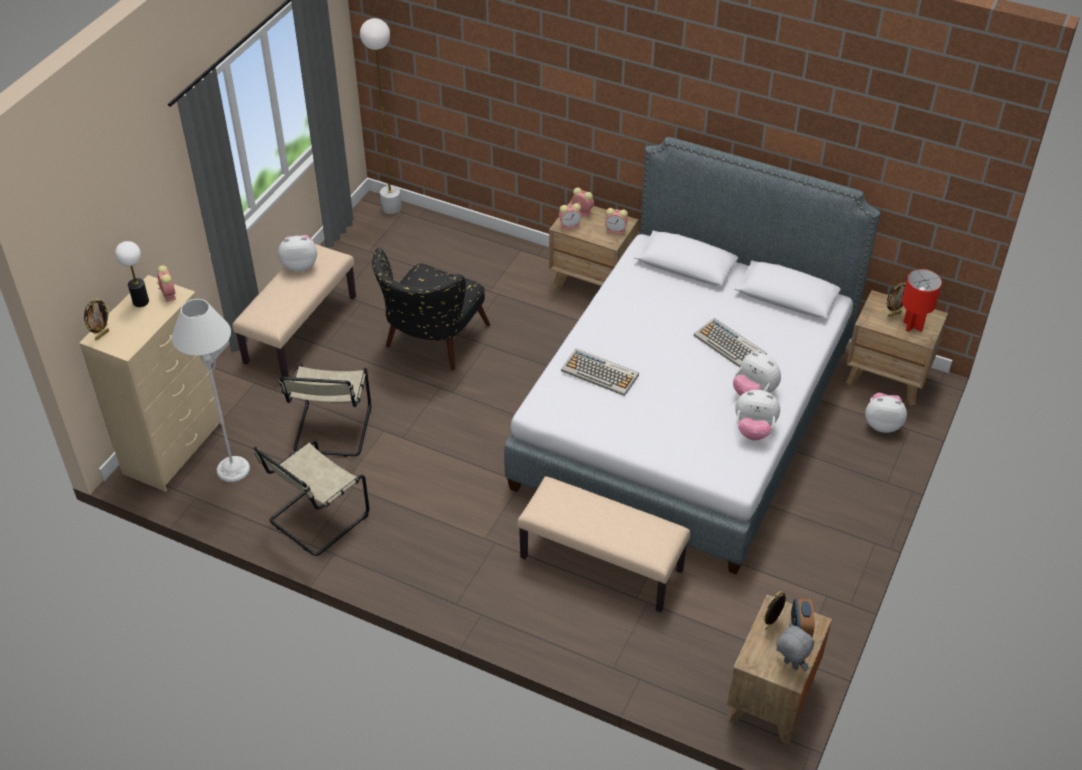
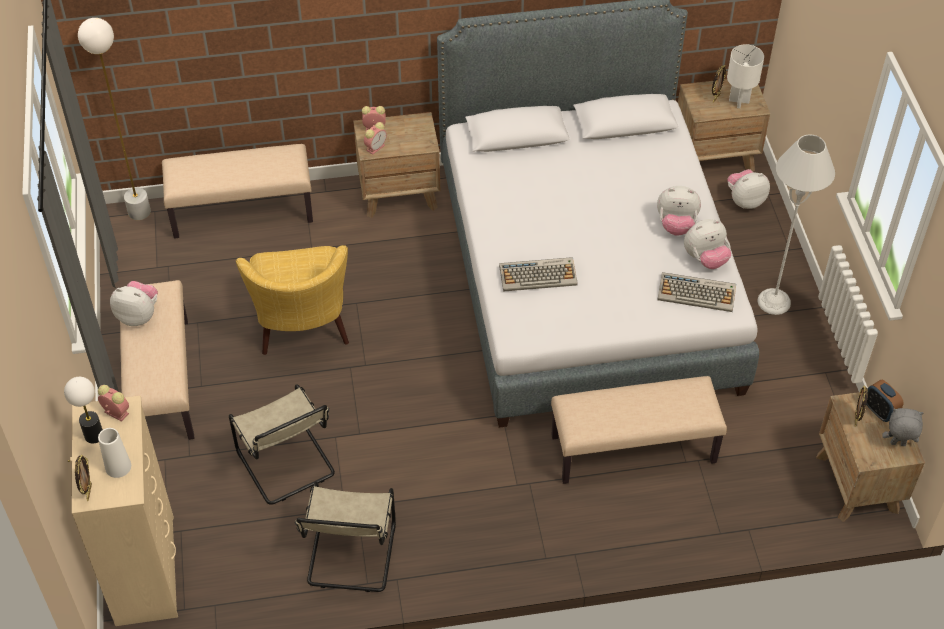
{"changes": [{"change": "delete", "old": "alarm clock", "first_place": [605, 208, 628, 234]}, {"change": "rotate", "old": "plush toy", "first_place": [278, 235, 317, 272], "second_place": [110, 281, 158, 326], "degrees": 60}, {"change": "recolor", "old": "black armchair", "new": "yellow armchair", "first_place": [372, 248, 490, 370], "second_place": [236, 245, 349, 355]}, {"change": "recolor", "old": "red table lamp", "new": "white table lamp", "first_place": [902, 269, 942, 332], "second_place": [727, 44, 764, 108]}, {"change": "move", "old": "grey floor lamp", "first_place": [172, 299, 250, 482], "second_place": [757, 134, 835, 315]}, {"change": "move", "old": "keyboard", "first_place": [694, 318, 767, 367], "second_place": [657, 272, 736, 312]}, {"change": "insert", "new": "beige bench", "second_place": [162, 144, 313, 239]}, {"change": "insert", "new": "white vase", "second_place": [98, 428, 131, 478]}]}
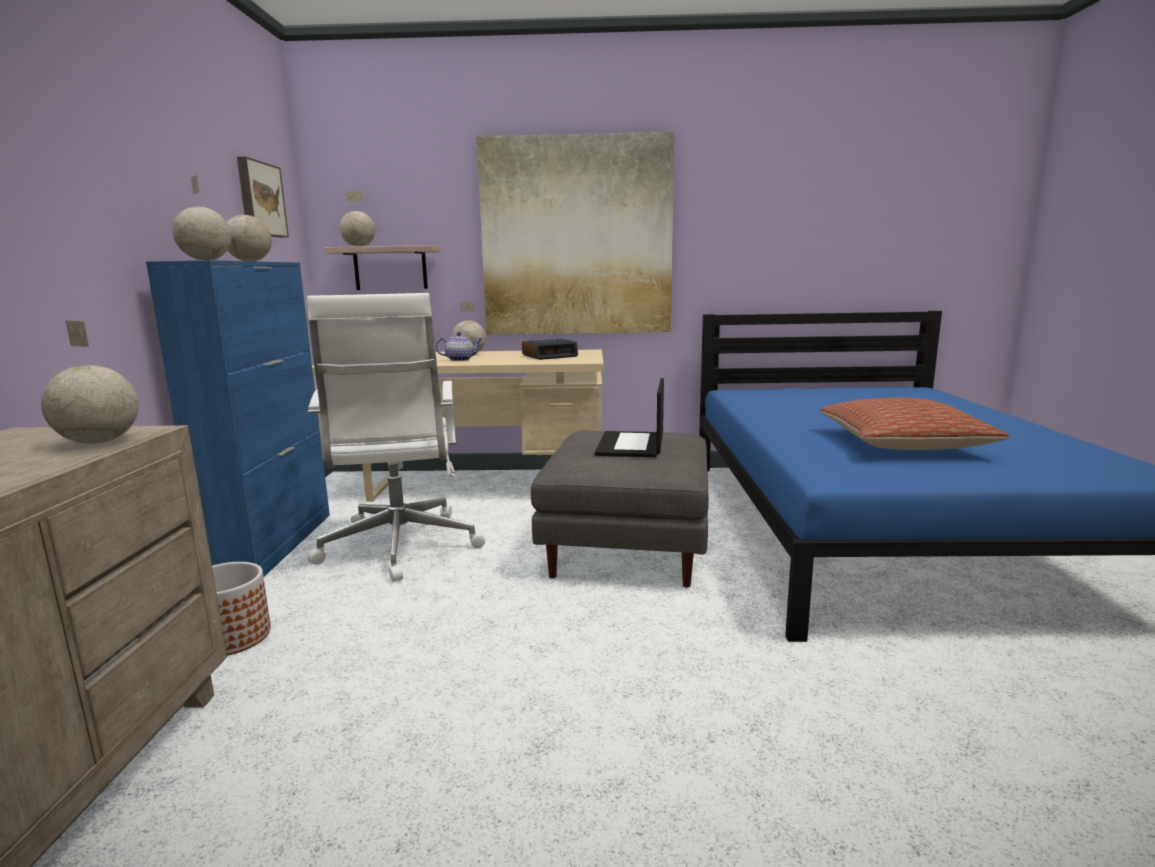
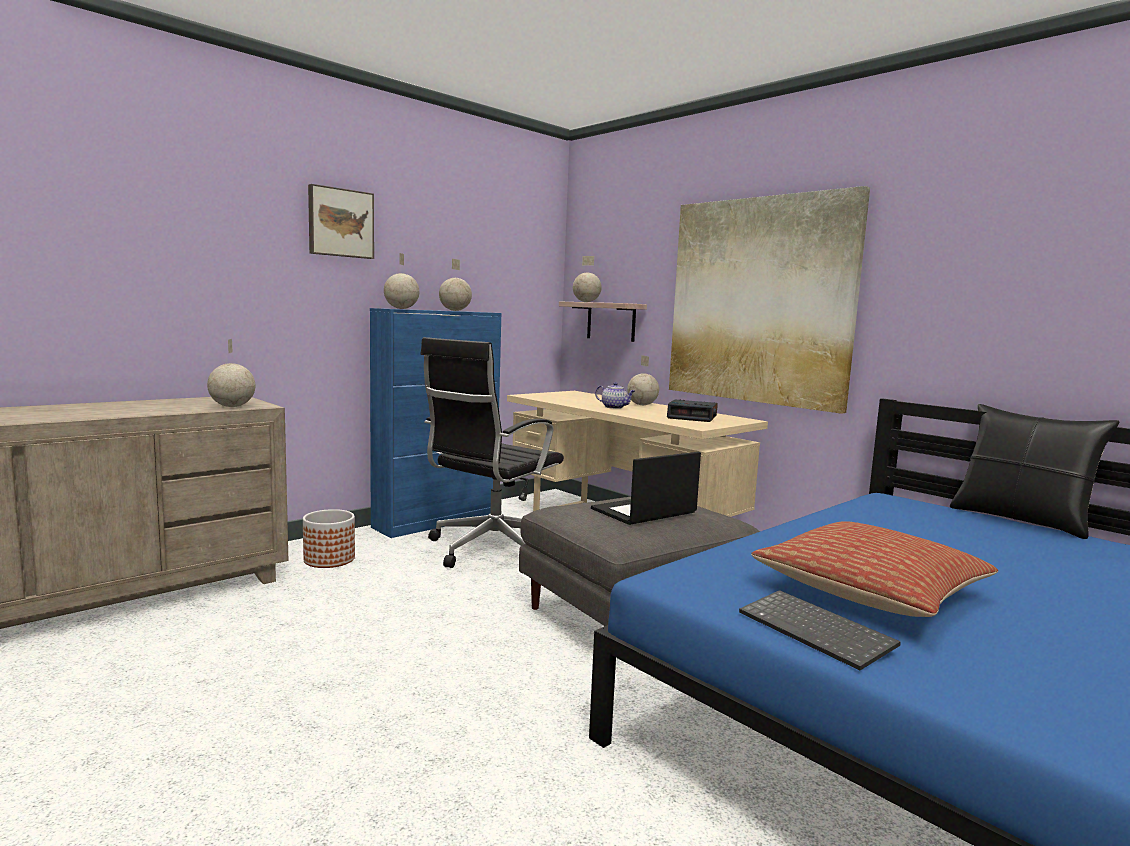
{"changes": [{"change": "move", "old": "picture", "first_place": [237, 156, 289, 237], "second_place": [308, 184, 374, 259]}, {"change": "recolor", "old": "white office chair", "new": "black office chair", "first_place": [307, 293, 485, 582], "second_place": [421, 337, 564, 568]}, {"change": "insert", "new": "black pillow", "second_place": [950, 404, 1119, 539]}, {"change": "insert", "new": "keyboard", "second_place": [739, 590, 901, 670]}]}
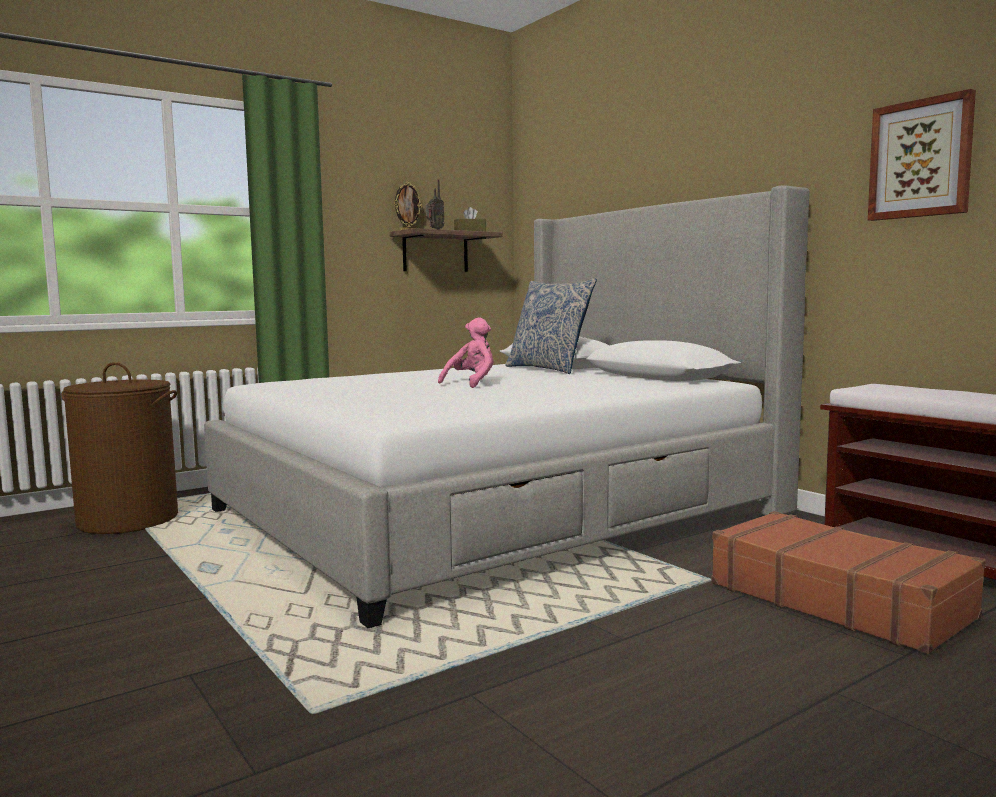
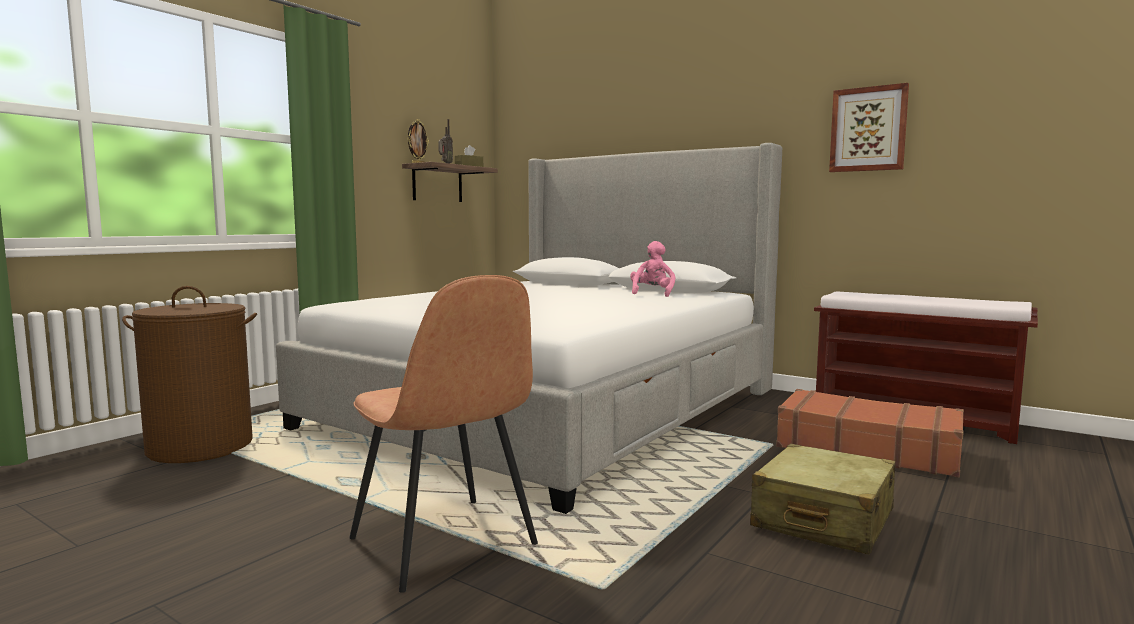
{"changes": [{"change": "delete", "old": "pillow", "first_place": [506, 278, 597, 374]}, {"change": "move", "old": "pink plush toy", "first_place": [438, 317, 493, 388], "second_place": [630, 241, 675, 297]}, {"change": "insert", "new": "brown chair", "second_place": [349, 275, 538, 593]}, {"change": "insert", "new": "beige suitcase", "second_place": [750, 444, 895, 555]}]}
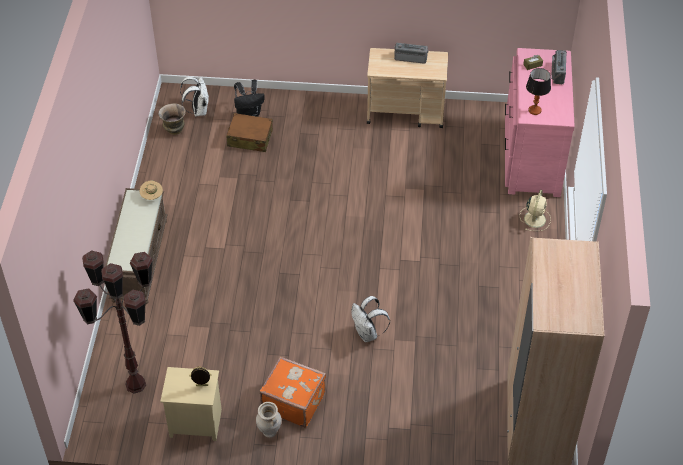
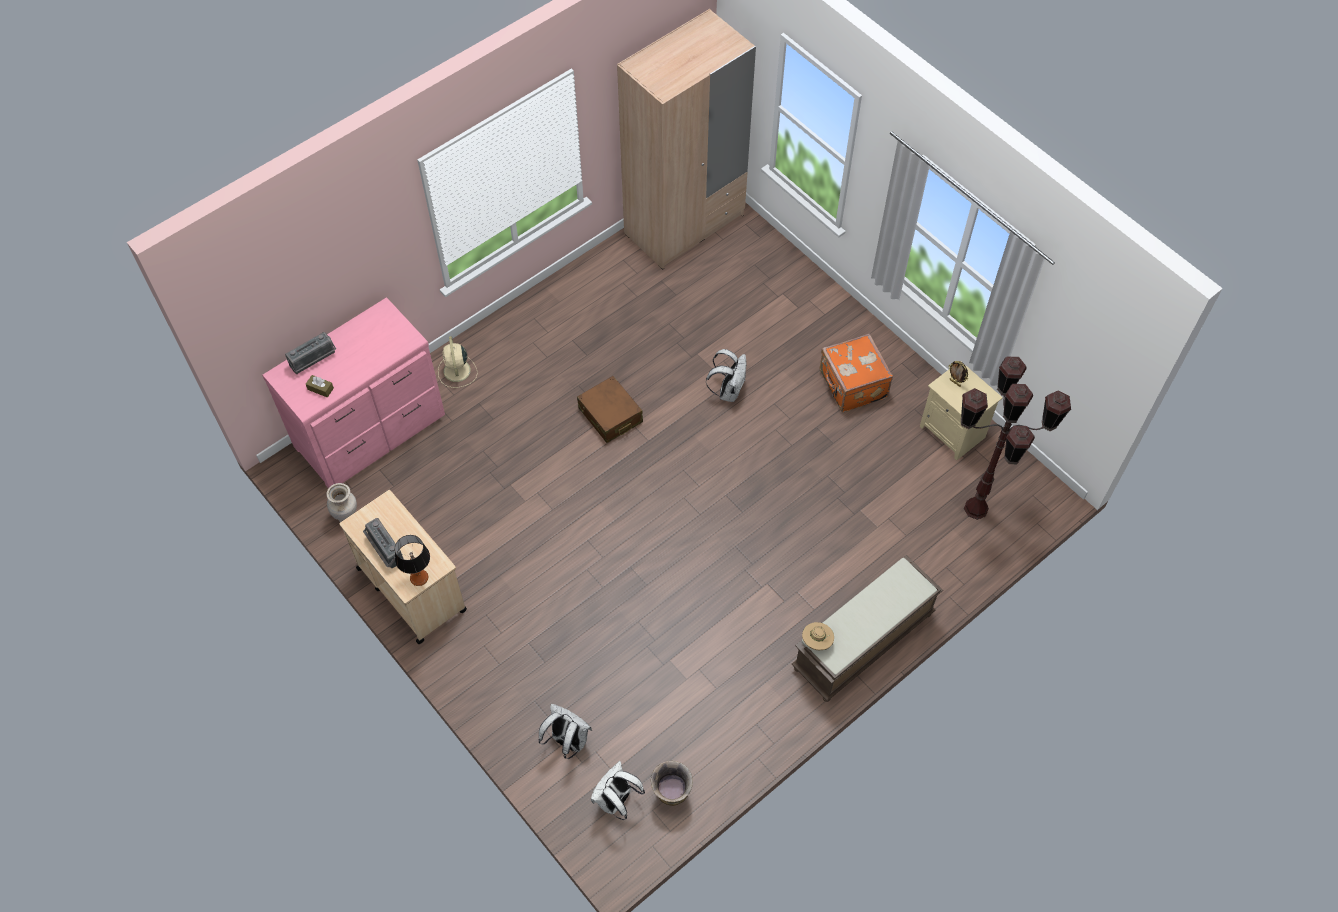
{"changes": [{"change": "move", "old": "table lamp", "first_place": [526, 68, 551, 115], "second_place": [395, 535, 430, 586]}, {"change": "recolor", "old": "black backpack", "new": "white backpack", "first_place": [234, 80, 265, 117], "second_place": [538, 704, 592, 759]}, {"change": "move", "old": "brown suitcase", "first_place": [227, 113, 273, 152], "second_place": [577, 376, 643, 443]}, {"change": "rotate", "old": "beige fan", "first_place": [520, 189, 551, 231], "second_place": [438, 336, 478, 388], "degrees": -75}, {"change": "move", "old": "beige vase", "first_place": [256, 402, 282, 438], "second_place": [327, 483, 357, 522]}]}
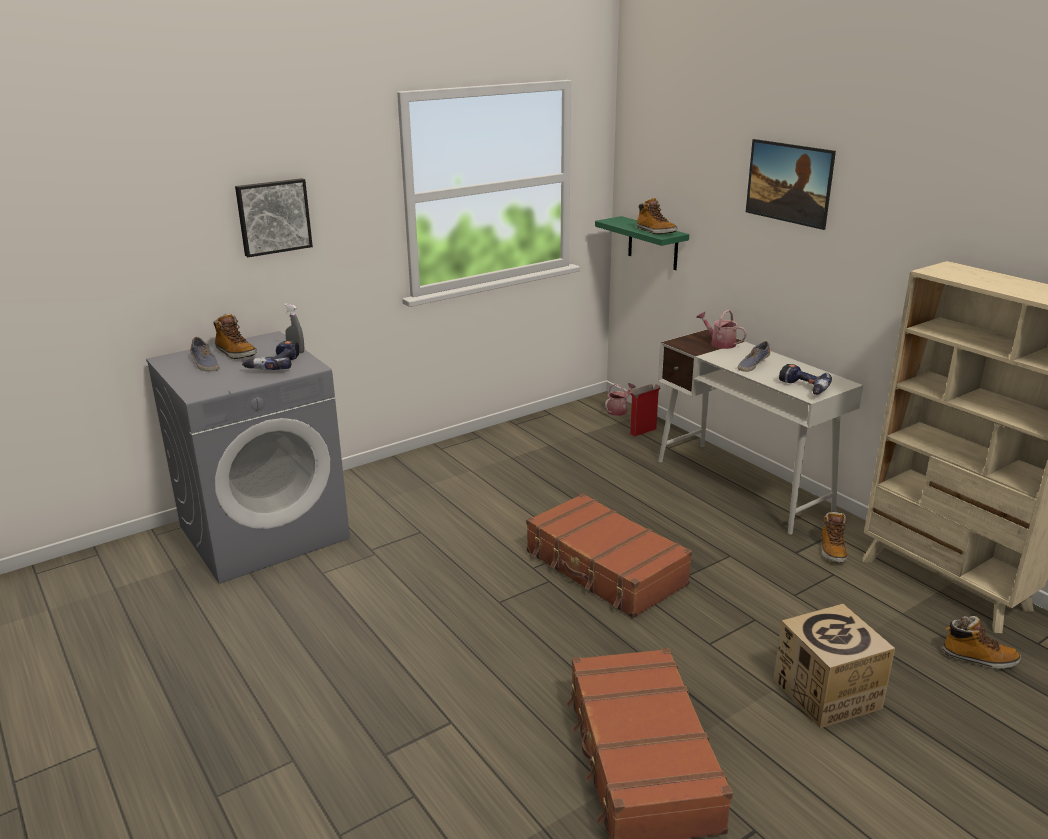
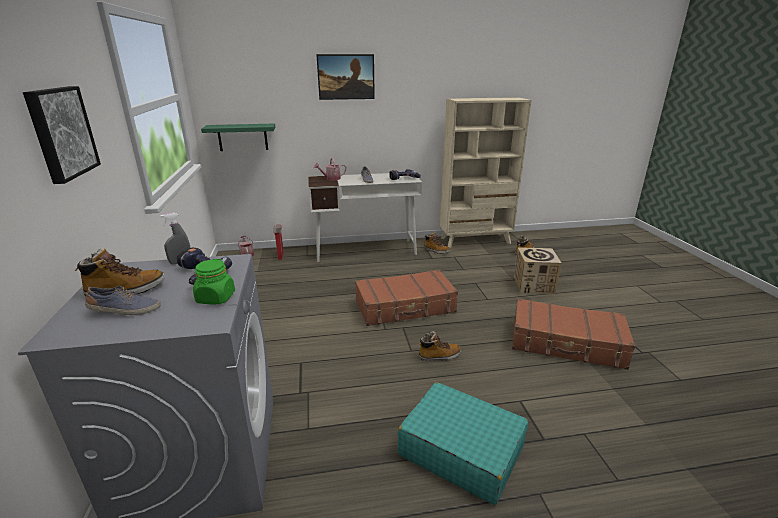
{"changes": [{"change": "move", "old": "boot", "first_place": [636, 198, 677, 234], "second_place": [419, 331, 461, 361]}, {"change": "insert", "new": "green jar", "second_place": [193, 259, 235, 304]}, {"change": "insert", "new": "turquoise suitcase", "second_place": [398, 382, 529, 505]}]}
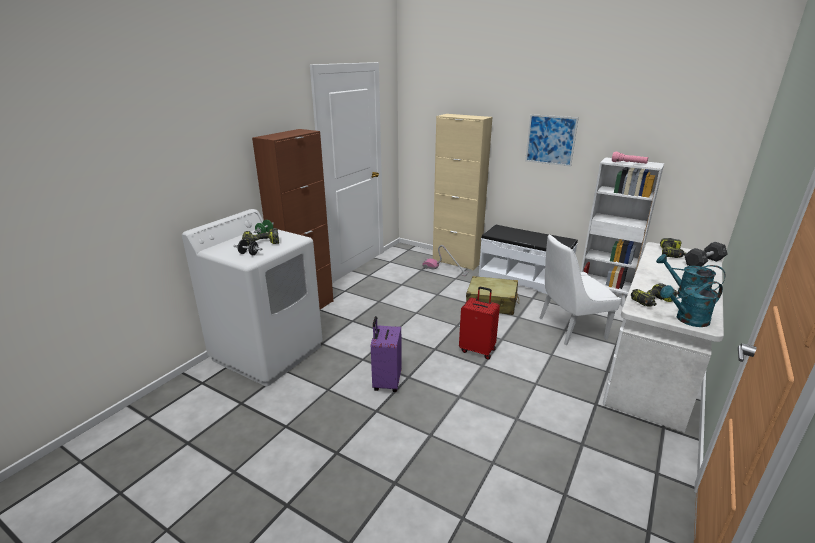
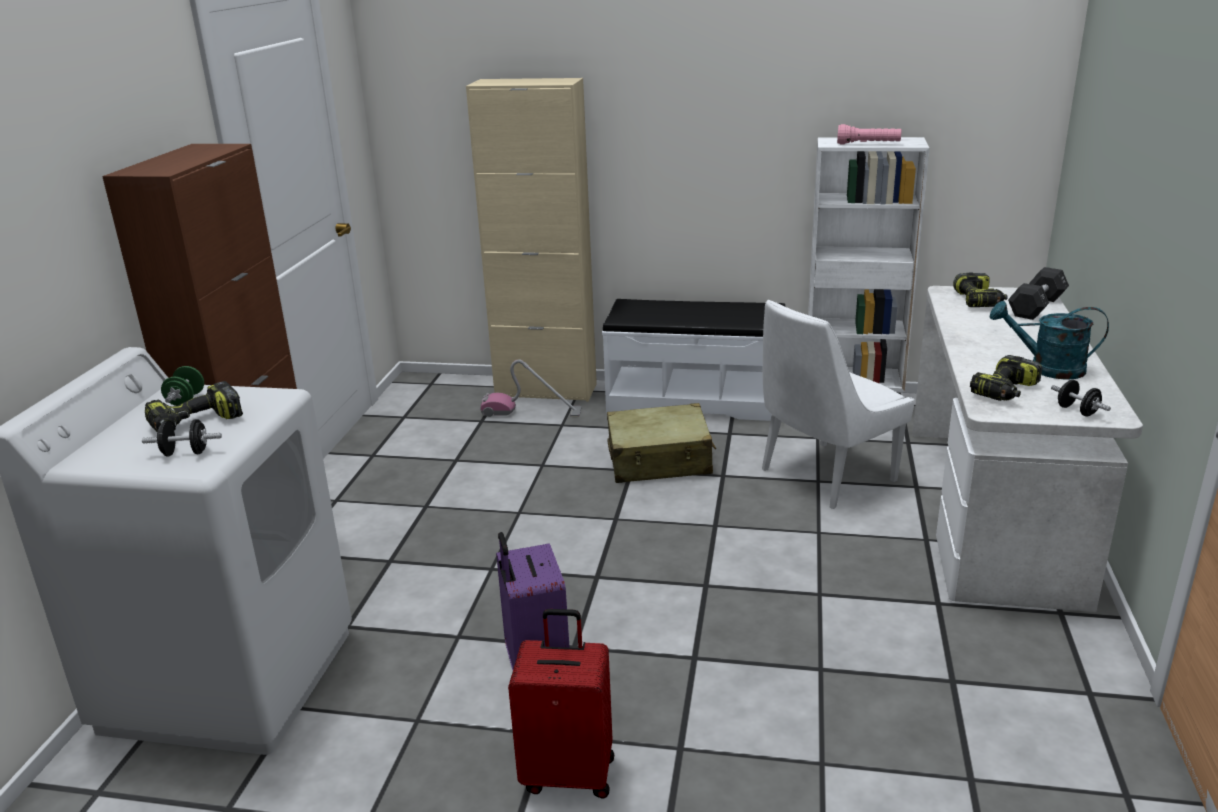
{"changes": [{"change": "delete", "old": "picture", "first_place": [525, 114, 579, 167]}, {"change": "replace", "old": "turquoise watering can", "new": "black dumbbell", "first_place": [660, 281, 723, 327], "second_place": [1051, 380, 1111, 417]}, {"change": "move", "old": "red suitcase", "first_place": [459, 287, 500, 359], "second_place": [508, 609, 614, 798]}]}
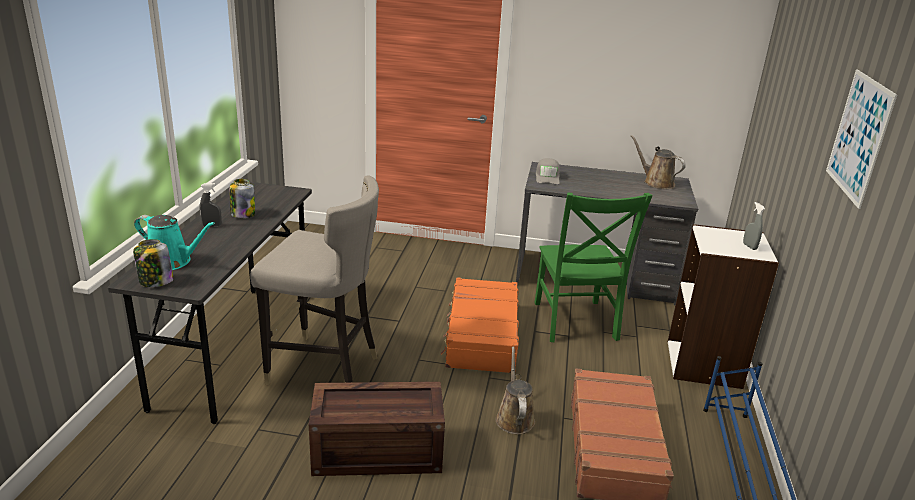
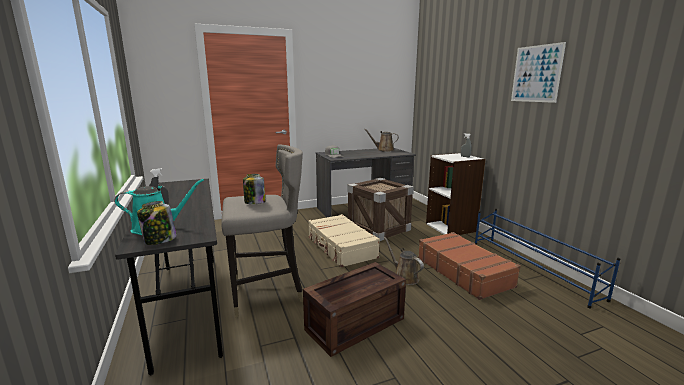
{"changes": [{"change": "move", "old": "jar", "first_place": [230, 179, 255, 218], "second_place": [243, 174, 265, 204]}, {"change": "replace", "old": "green chair", "new": "crate", "first_place": [534, 192, 653, 342], "second_place": [347, 178, 414, 241]}, {"change": "recolor", "old": "orange suitcase", "new": "beige suitcase", "first_place": [441, 277, 519, 373], "second_place": [308, 214, 380, 267]}]}
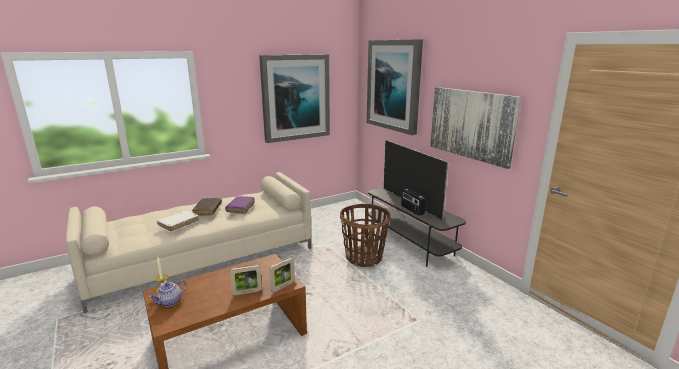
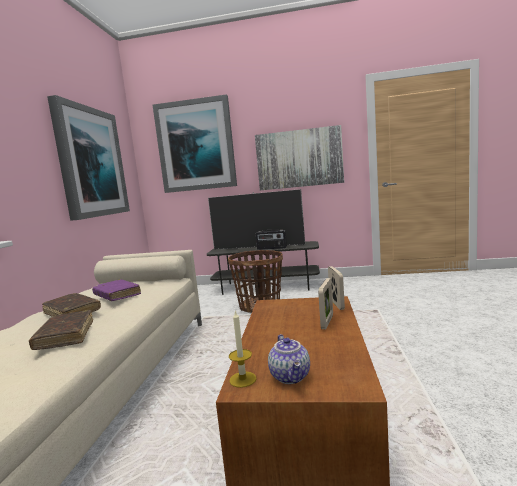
{"changes": [{"change": "recolor", "old": "white book", "new": "brown book", "first_place": [157, 211, 199, 232], "second_place": [29, 310, 93, 350]}]}
